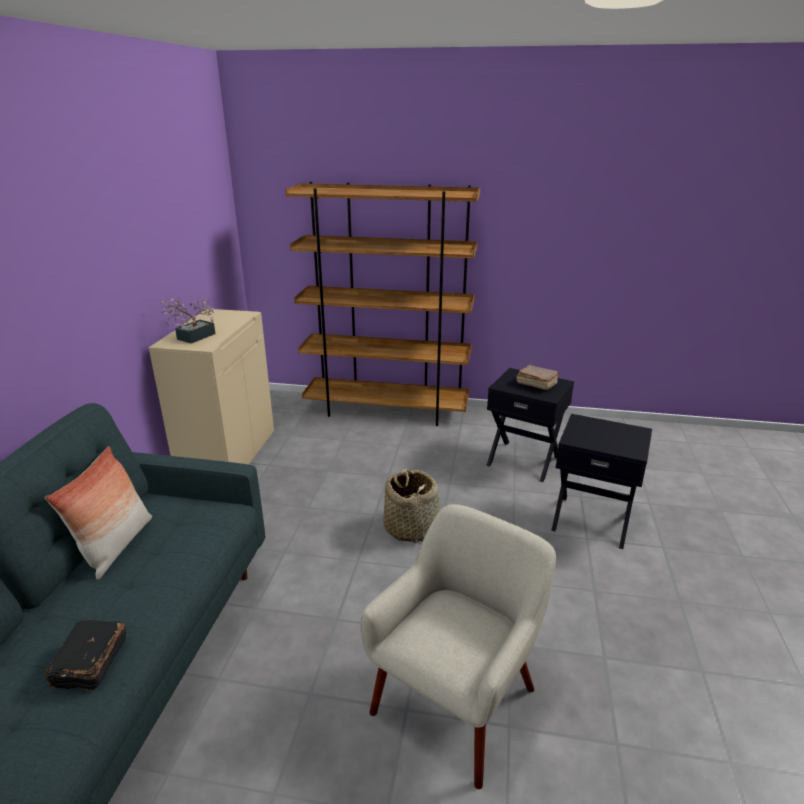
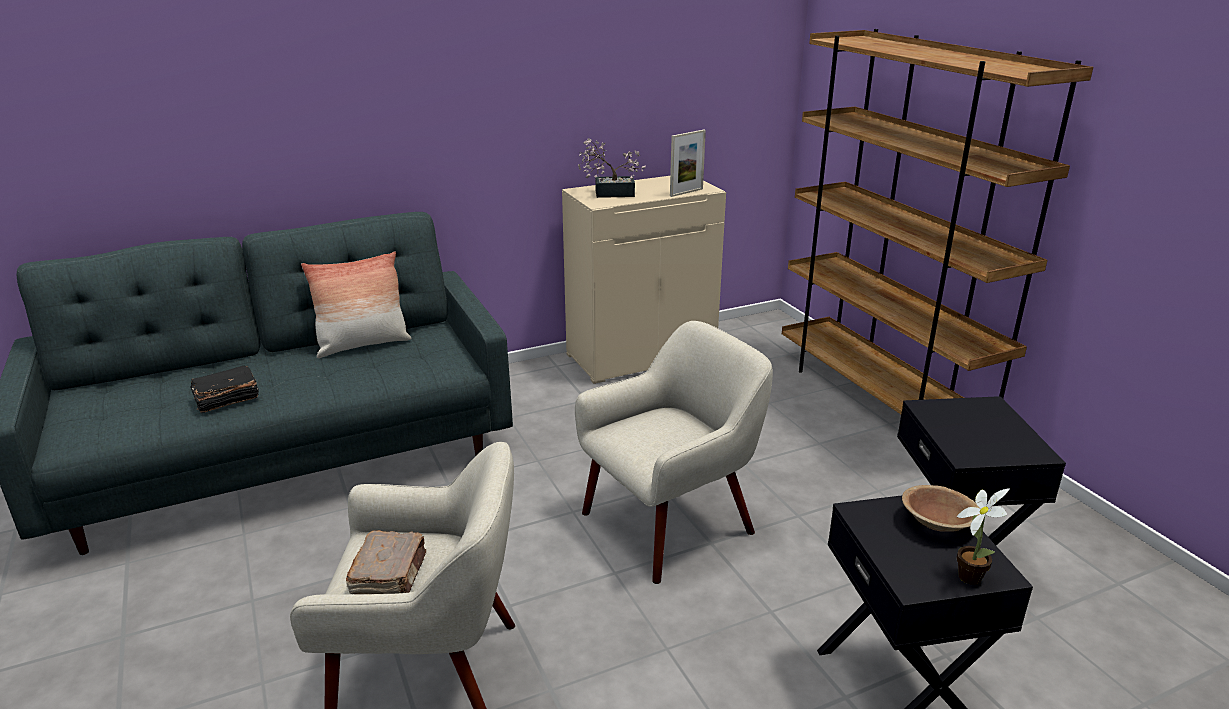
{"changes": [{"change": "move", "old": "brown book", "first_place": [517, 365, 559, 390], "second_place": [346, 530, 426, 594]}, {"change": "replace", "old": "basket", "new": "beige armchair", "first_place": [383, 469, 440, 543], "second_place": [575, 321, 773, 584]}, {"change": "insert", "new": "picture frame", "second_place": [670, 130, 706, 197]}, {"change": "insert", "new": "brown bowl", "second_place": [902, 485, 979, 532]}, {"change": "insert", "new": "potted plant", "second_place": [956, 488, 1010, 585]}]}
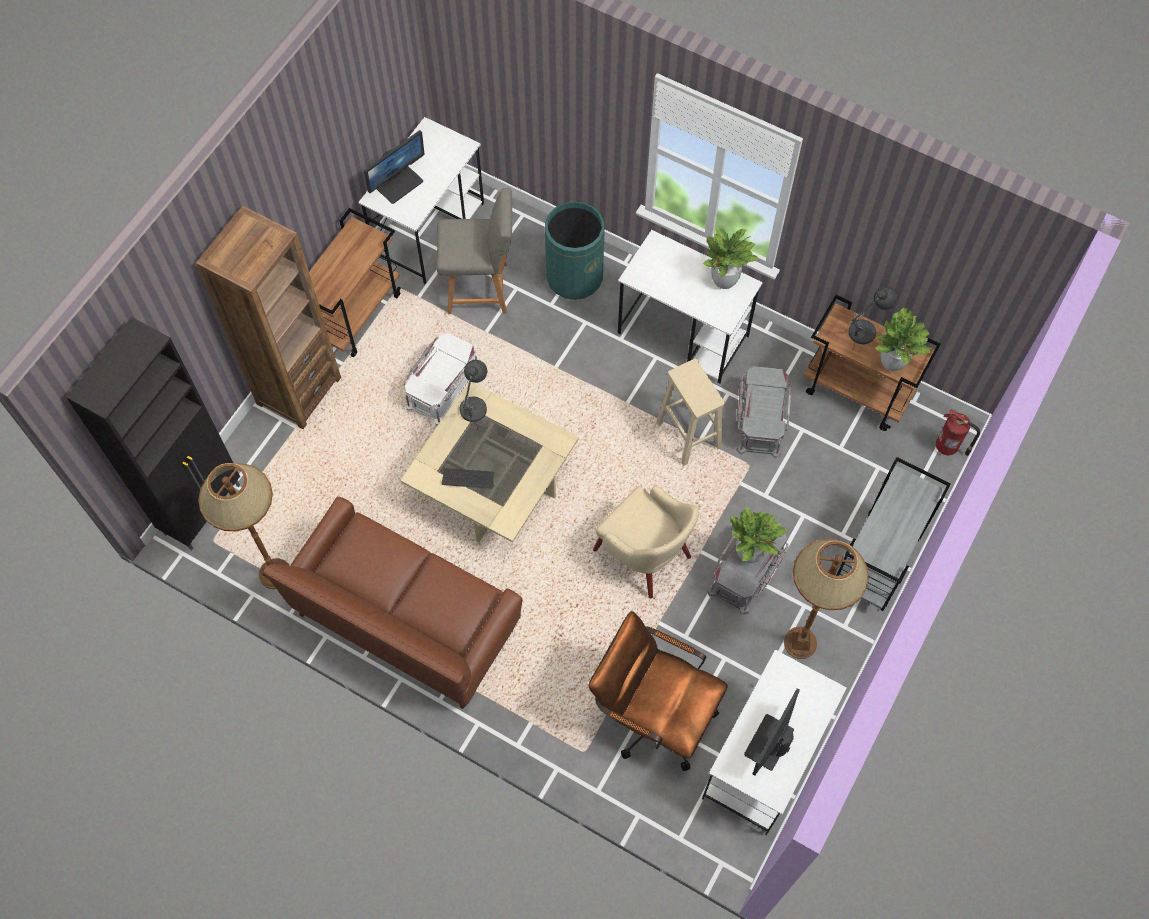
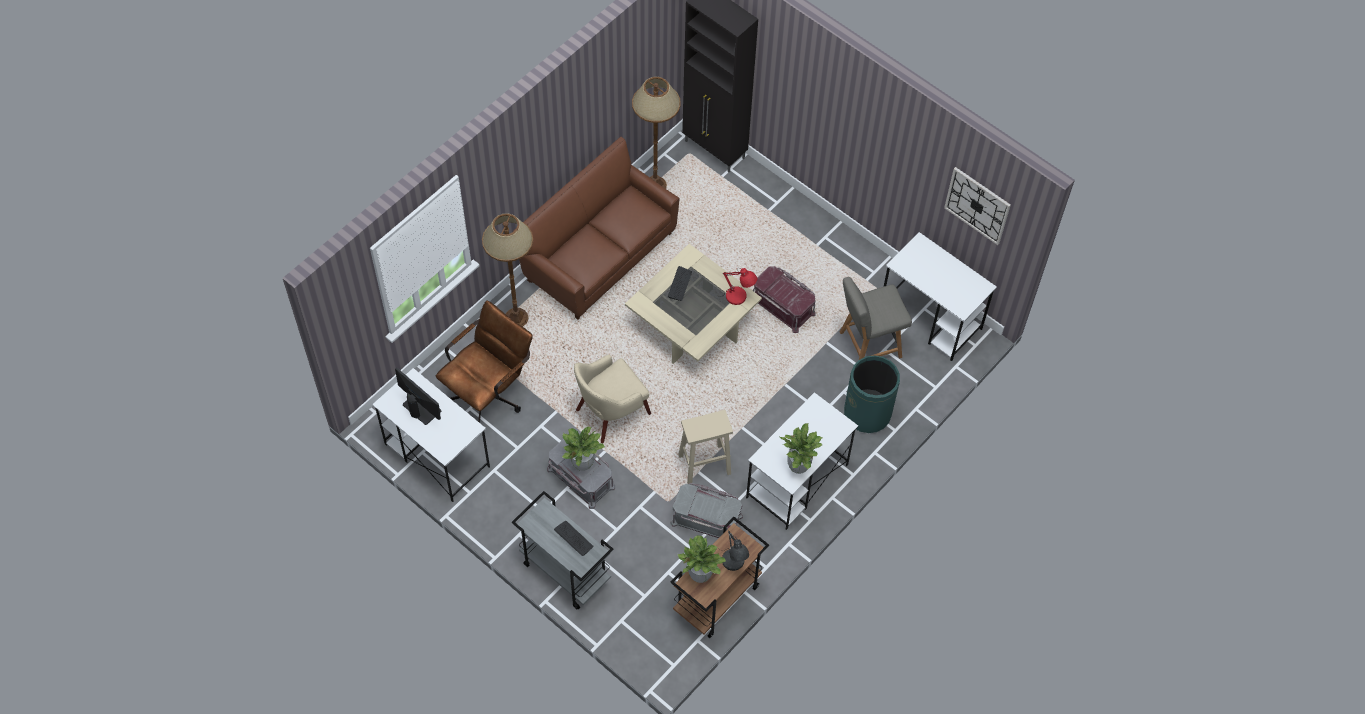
{"changes": [{"change": "delete", "old": "monitor", "first_place": [364, 130, 424, 204]}, {"change": "rotate", "old": "grey chair", "first_place": [436, 188, 512, 314], "second_place": [840, 277, 912, 360], "degrees": 60}, {"change": "delete", "old": "brown bookcase", "first_place": [196, 206, 341, 429]}, {"change": "delete", "old": "brown cart", "first_place": [309, 208, 401, 357]}, {"change": "recolor", "old": "white storage box", "new": "red storage box", "first_place": [404, 333, 477, 426], "second_place": [753, 266, 816, 333]}, {"change": "recolor", "old": "grey table lamp", "new": "red table lamp", "first_place": [460, 360, 487, 430], "second_place": [719, 268, 757, 305]}, {"change": "delete", "old": "fire extinguisher", "first_place": [936, 409, 980, 456]}, {"change": "move", "old": "brown floor lamp", "first_place": [784, 539, 869, 659], "second_place": [482, 213, 533, 327]}, {"change": "insert", "new": "wall clock", "second_place": [944, 167, 1011, 245]}, {"change": "insert", "new": "keyboard", "second_place": [554, 521, 594, 556]}]}
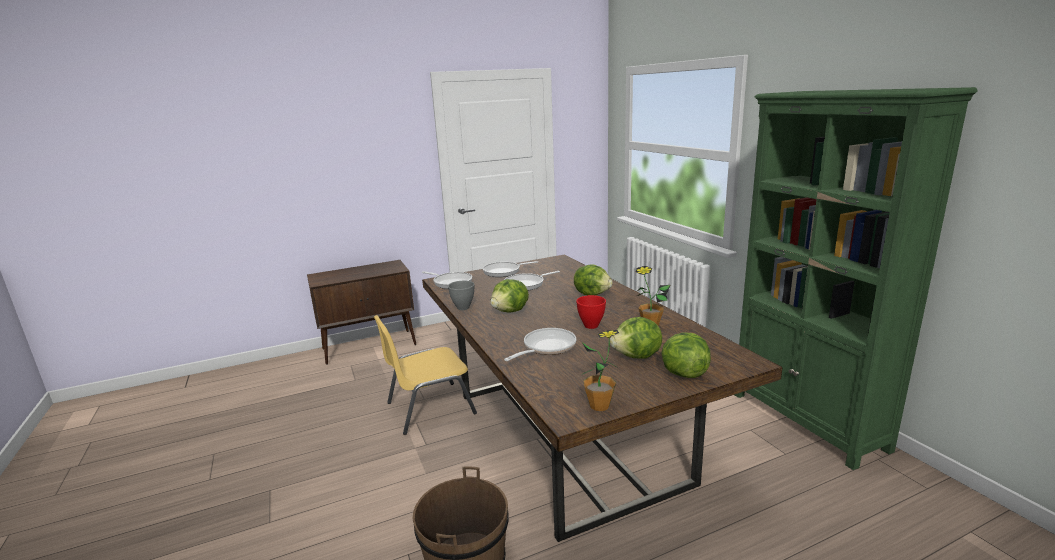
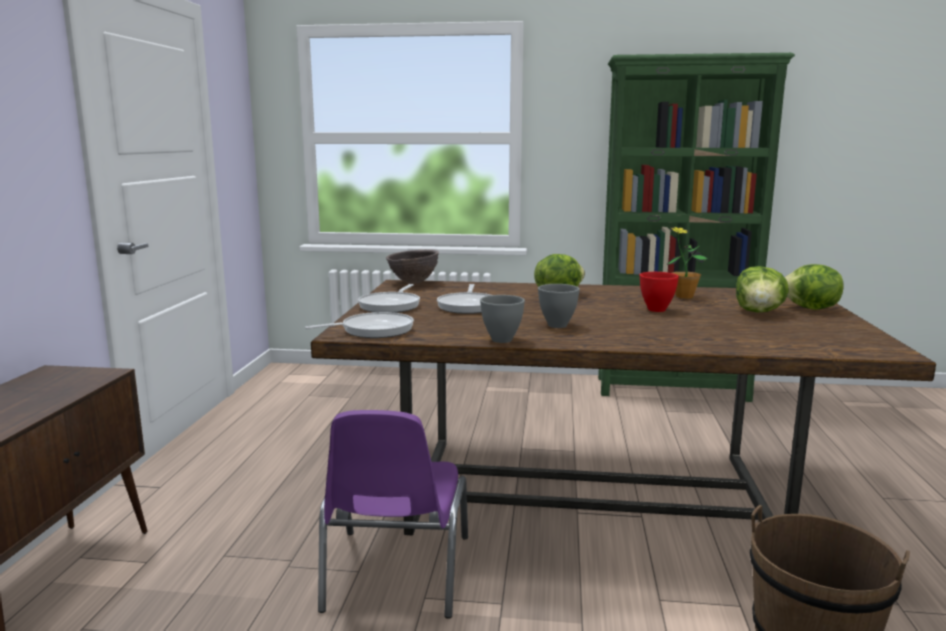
{"changes": [{"change": "replace", "old": "lettuce", "new": "grey bowl", "first_place": [490, 279, 529, 313], "second_place": [538, 284, 580, 328]}, {"change": "recolor", "old": "yellow chair", "new": "purple chair", "first_place": [374, 315, 477, 435], "second_place": [318, 410, 468, 619]}, {"change": "delete", "old": "frying pan", "first_place": [504, 328, 576, 361]}, {"change": "delete", "old": "potted plant", "first_place": [581, 330, 619, 411]}, {"change": "insert", "new": "brown bowl", "second_place": [386, 250, 439, 284]}]}
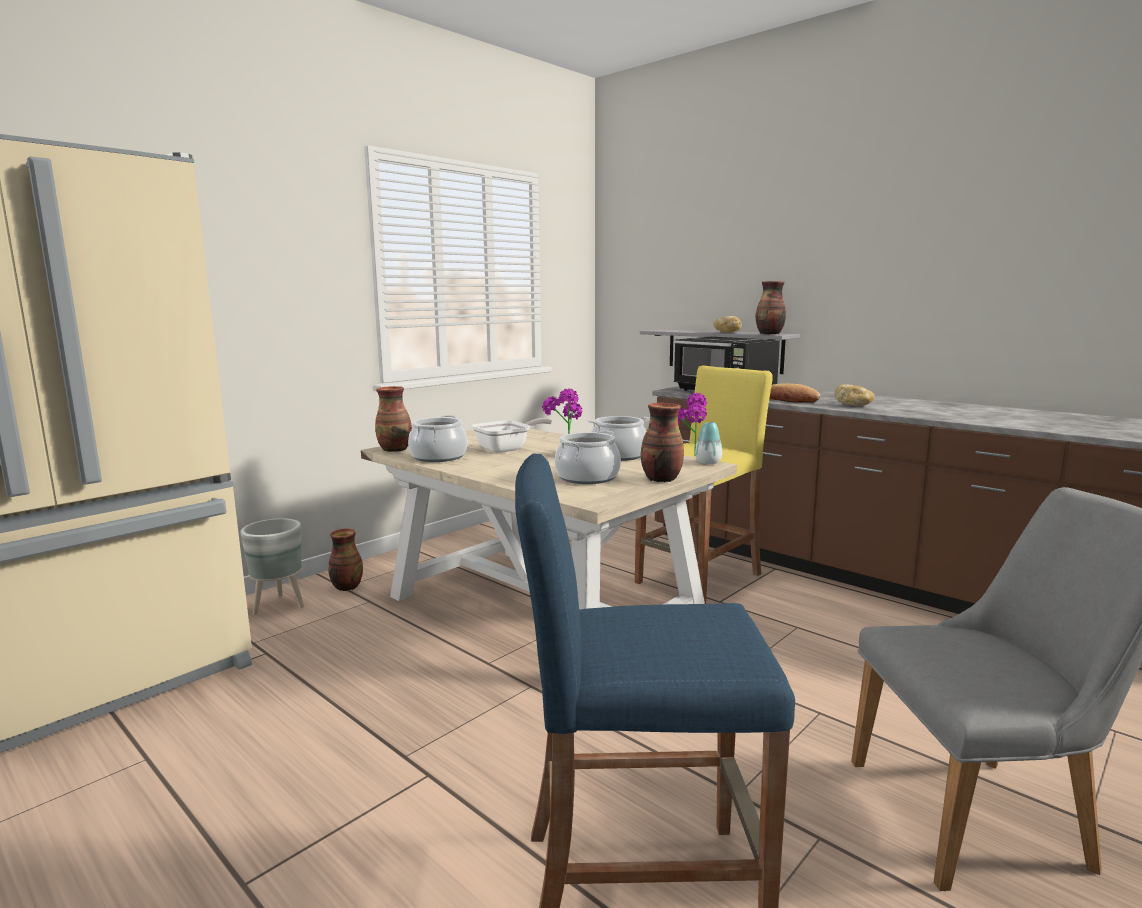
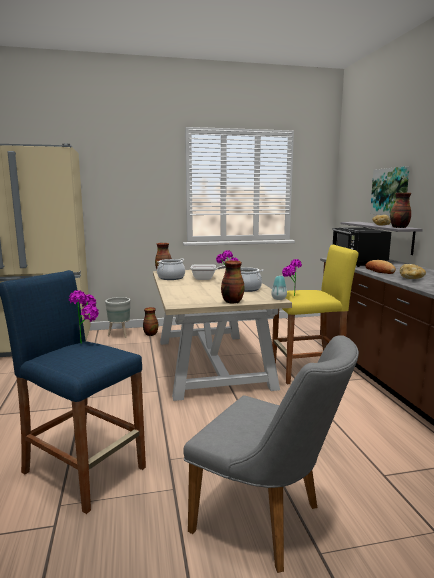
{"changes": [{"change": "delete", "old": "cooking pot", "first_place": [555, 430, 621, 484]}, {"change": "insert", "new": "picture", "second_place": [370, 166, 410, 215]}, {"change": "insert", "new": "potted plant", "second_place": [69, 290, 99, 344]}]}
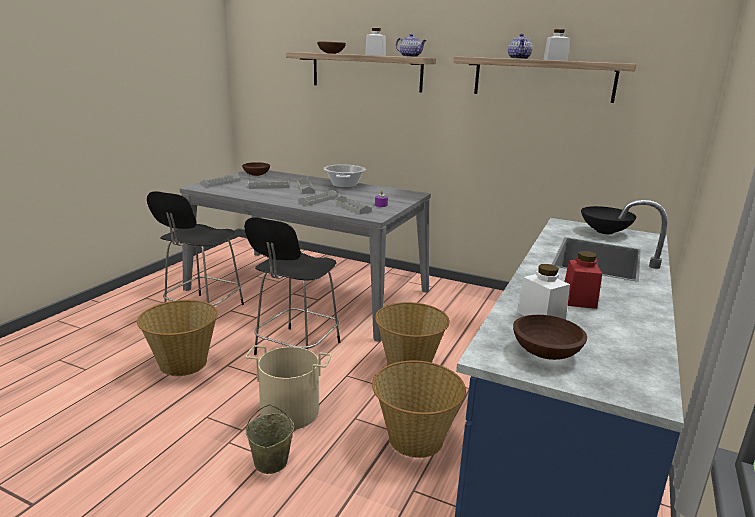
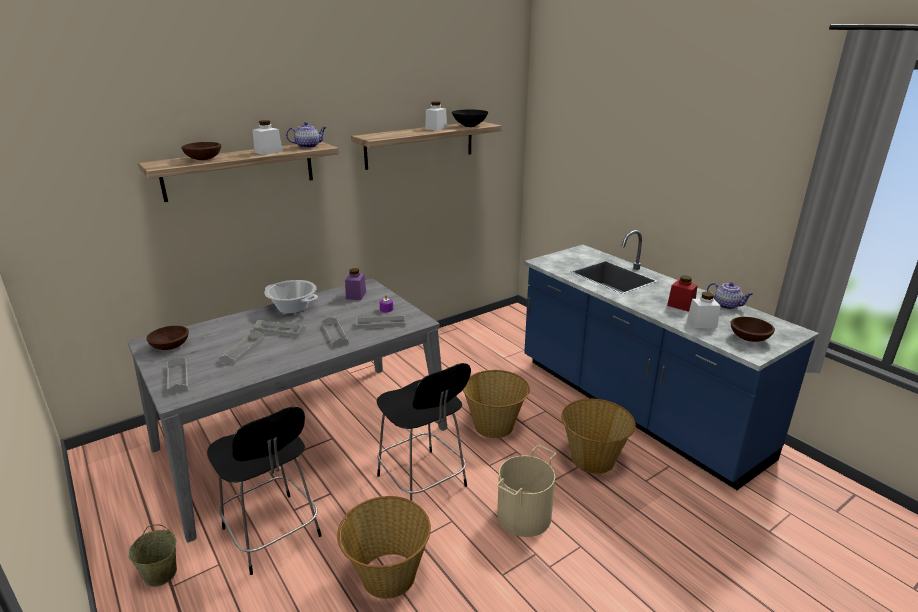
{"changes": [{"change": "move", "old": "teapot", "first_place": [508, 34, 533, 59], "second_place": [707, 282, 753, 309]}, {"change": "move", "old": "black bowl", "first_place": [581, 206, 636, 234], "second_place": [452, 110, 488, 127]}, {"change": "move", "old": "beige bucket", "first_place": [246, 405, 294, 474], "second_place": [128, 525, 177, 587]}, {"change": "insert", "new": "purple jar", "second_place": [345, 268, 366, 300]}]}
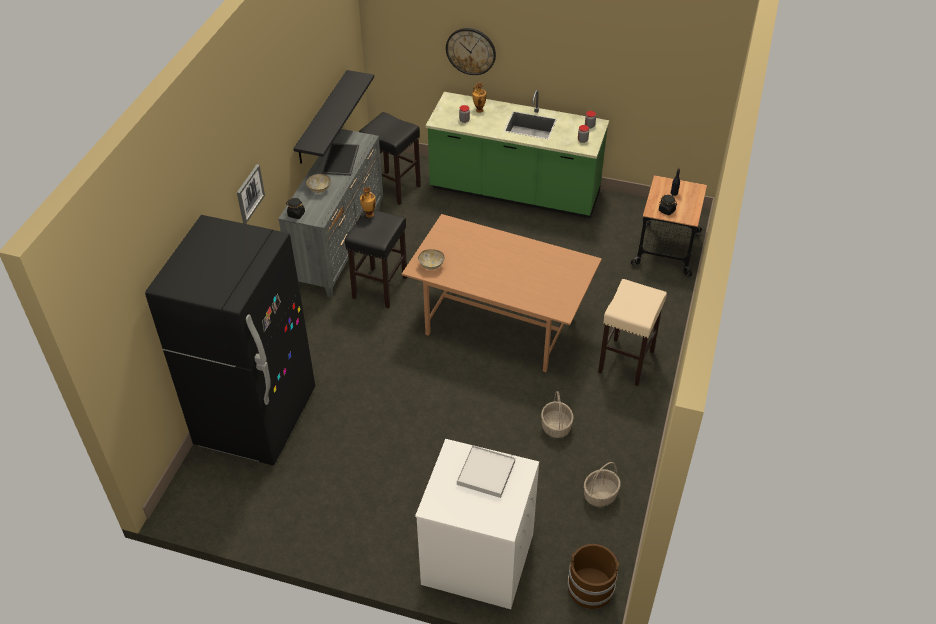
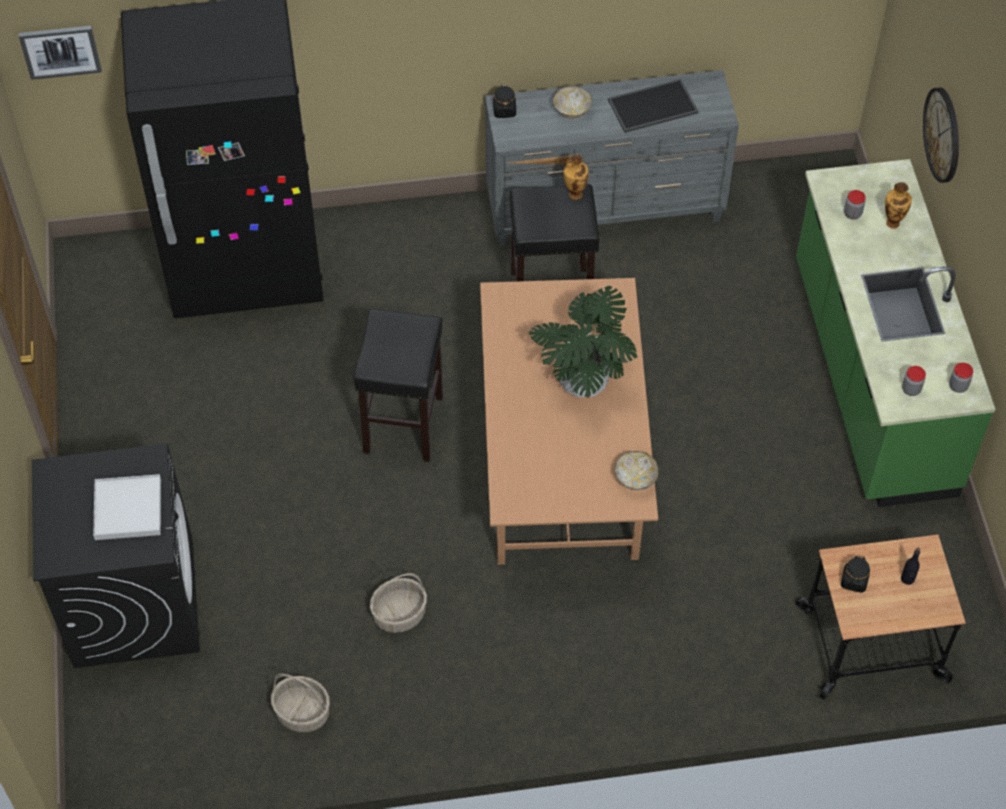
{"changes": [{"change": "delete", "old": "black shelf", "first_place": [293, 70, 374, 164]}, {"change": "move", "old": "black stool", "first_place": [359, 112, 421, 205], "second_place": [353, 309, 443, 462]}, {"change": "move", "old": "picture", "first_place": [237, 164, 265, 224], "second_place": [19, 26, 102, 80]}, {"change": "move", "old": "bowl", "first_place": [418, 249, 445, 270], "second_place": [615, 451, 659, 490]}, {"change": "delete", "old": "beige stool", "first_place": [598, 279, 667, 386]}, {"change": "recolor", "old": "white washing machine", "new": "black washing machine", "first_place": [415, 439, 539, 609], "second_place": [32, 444, 200, 668]}, {"change": "delete", "old": "brown bucket", "first_place": [568, 544, 619, 609]}, {"change": "insert", "new": "potted plant", "second_place": [528, 286, 637, 398]}]}
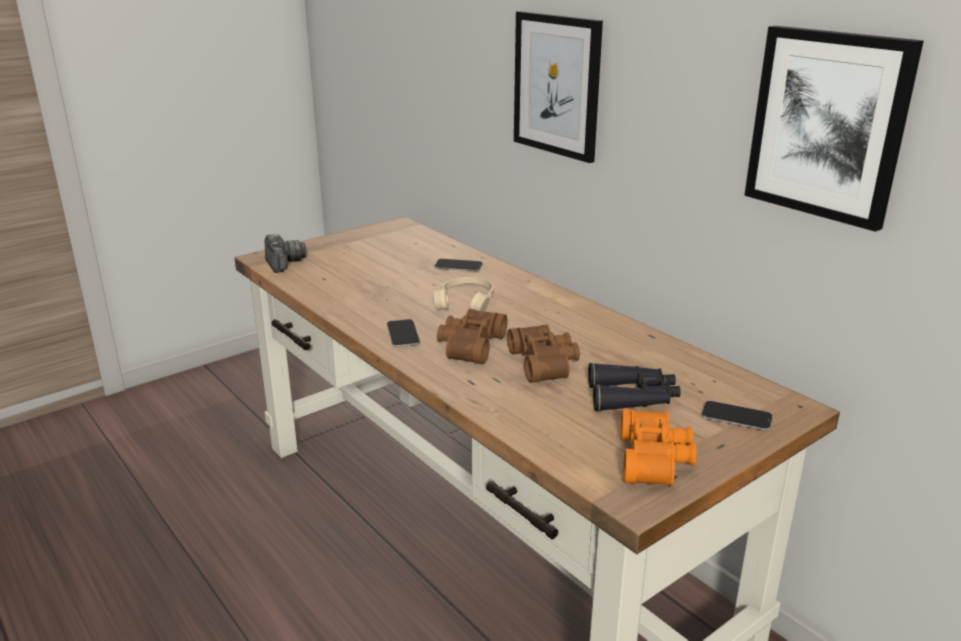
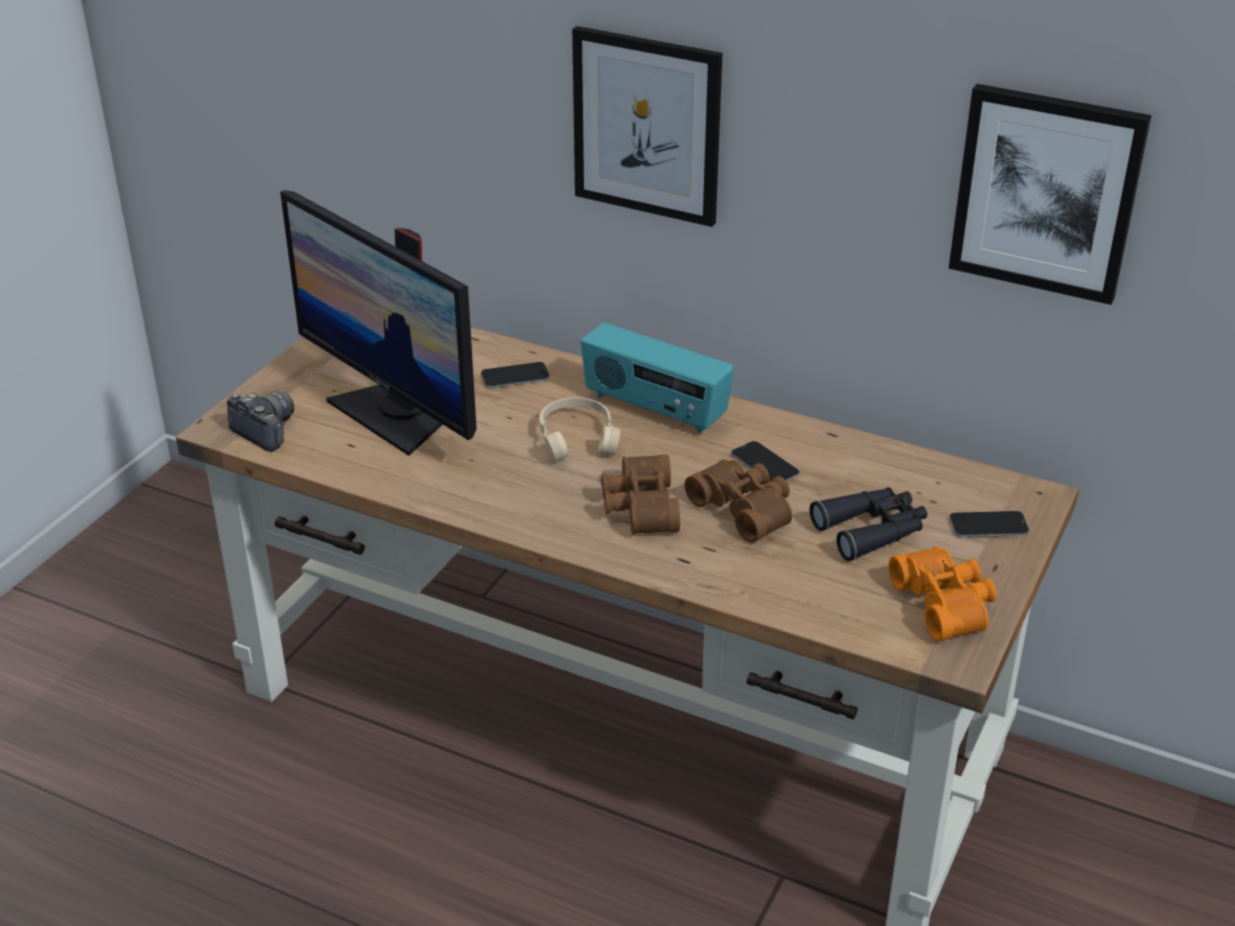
{"changes": [{"change": "move", "old": "phone", "first_place": [387, 319, 420, 347], "second_place": [731, 441, 799, 482]}, {"change": "insert", "new": "monitor", "second_place": [280, 190, 477, 456]}, {"change": "insert", "new": "radio", "second_place": [581, 322, 734, 434]}]}
